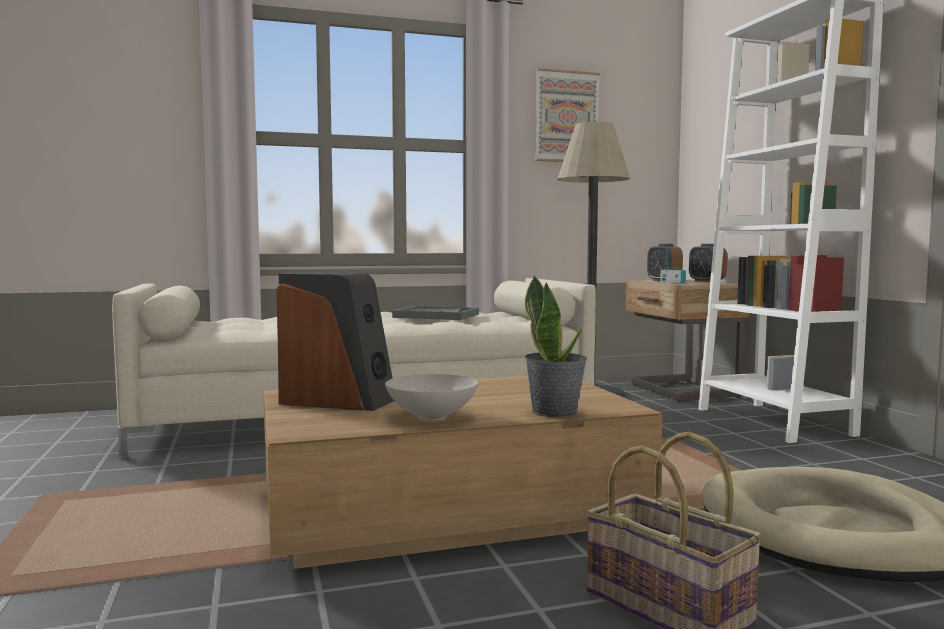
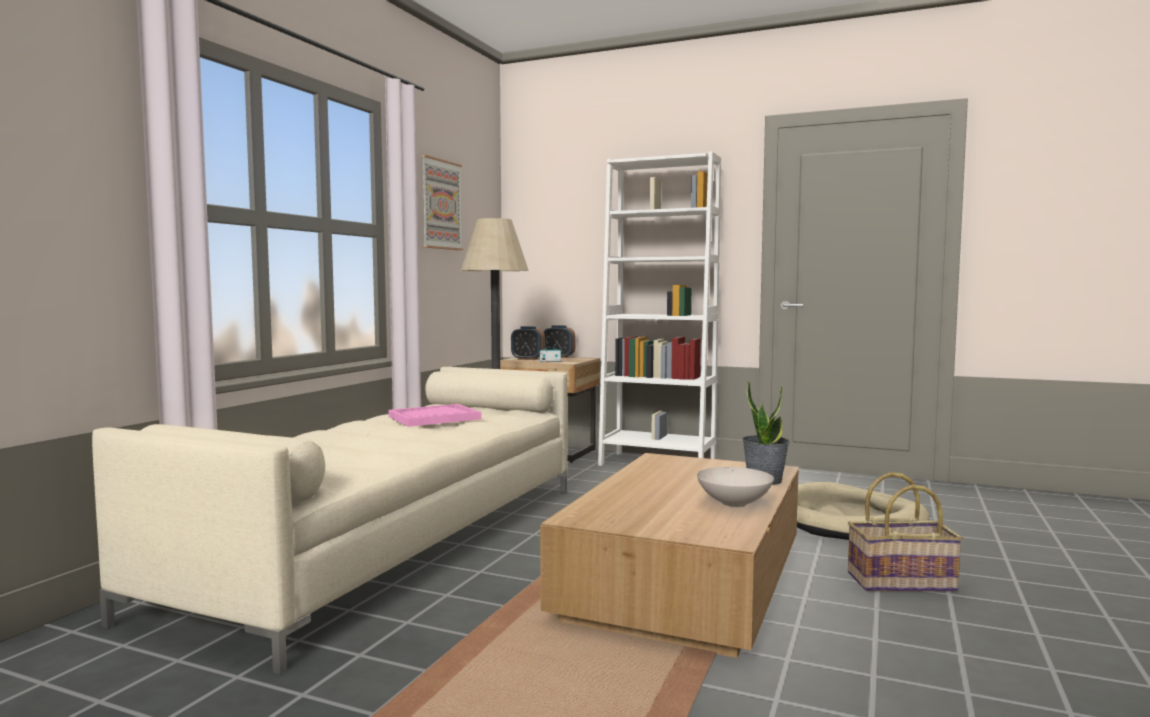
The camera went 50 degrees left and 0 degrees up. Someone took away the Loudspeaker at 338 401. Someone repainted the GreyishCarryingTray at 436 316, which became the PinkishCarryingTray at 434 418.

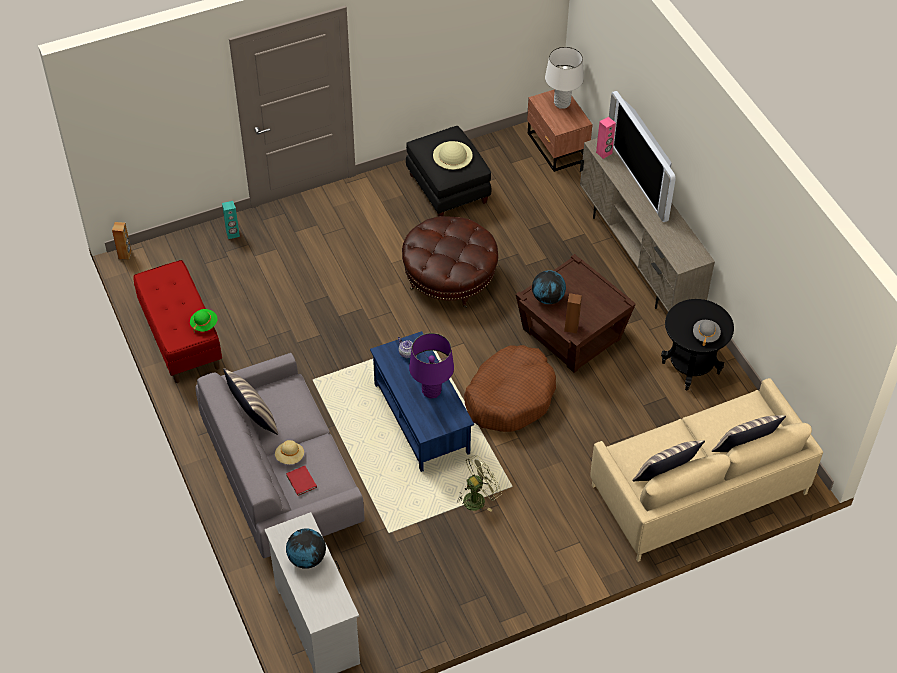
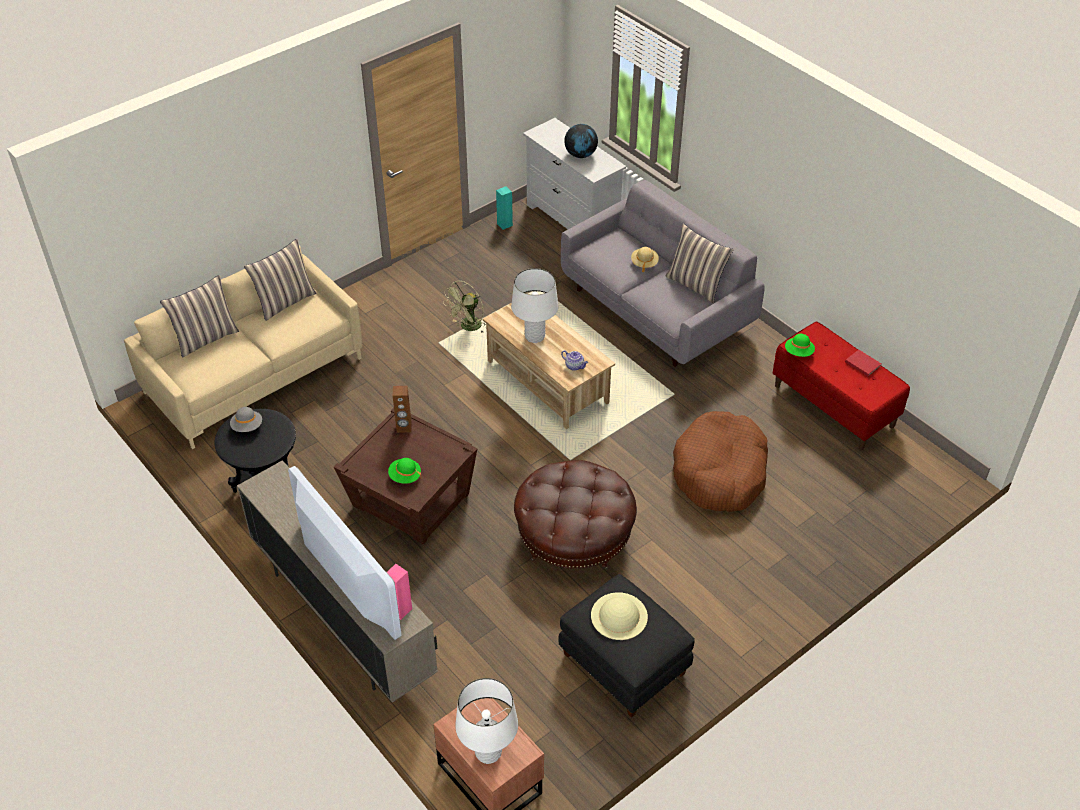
The camera went 165 degrees right and 5 degrees down. Someone took away the BrownishLoudspeaker at 125 255. Someone carried the TurquoiseColouredLoudspeaker from 233 234 to 504 224. Someone carried the RedColouredBook from 301 482 to 862 363. Someone repainted the BluishCoffeeTable at 421 418, which became the BeigeColouredCoffeeTable at 548 382. Someone repainted the PurpleColouredLampForATable at 431 391, which became the WhiteColouredLampForATable at 535 336. Someone carried the BrownishDogCushion from 510 397 to 720 472. Someone took away the Globe at 548 298. Someone put down the GreenColouredHat at 405 476.

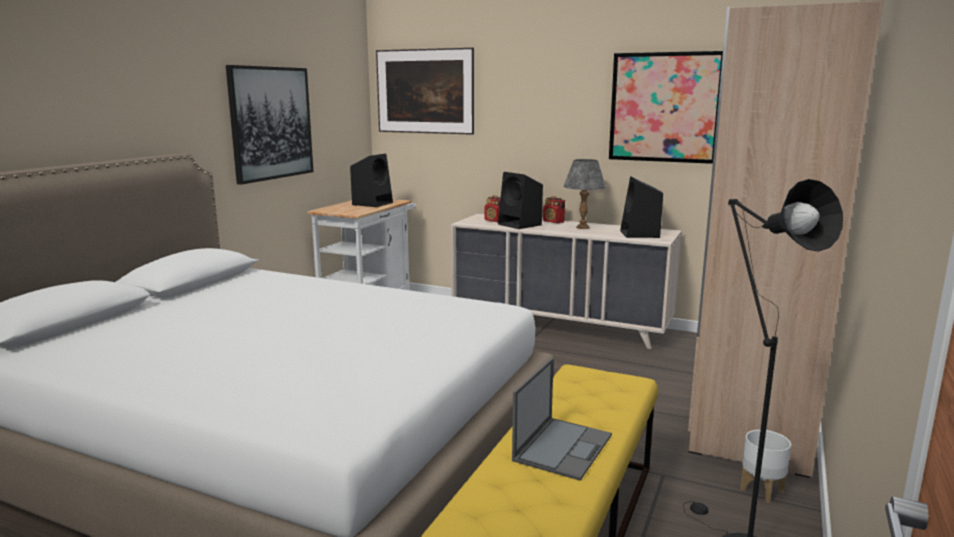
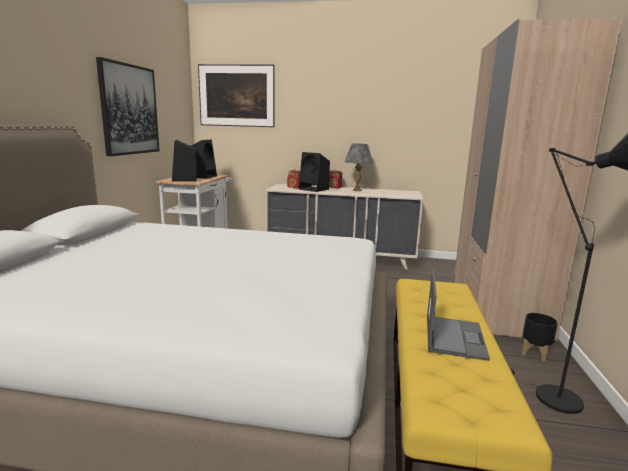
The camera went 15 degrees left and 0 degrees up. Someone took away the WallArt at 665 107. Someone carried the BlackishLoudspeaker from 640 234 to 185 180. Someone repainted the WhiteColouredPlanter at 761 490, which became the BlackishPlanter at 534 354.

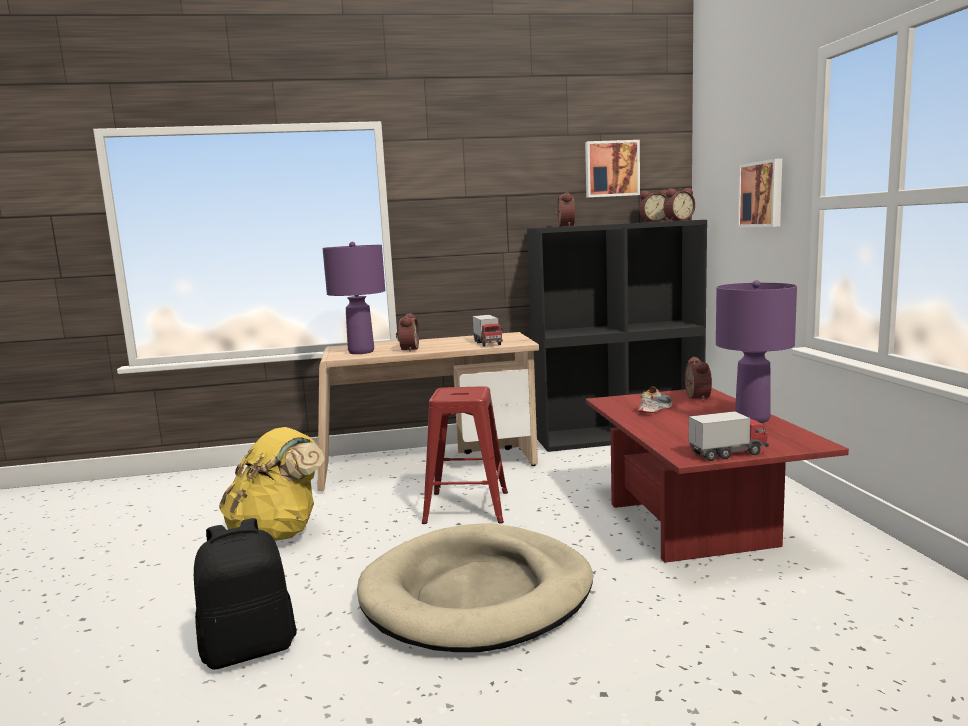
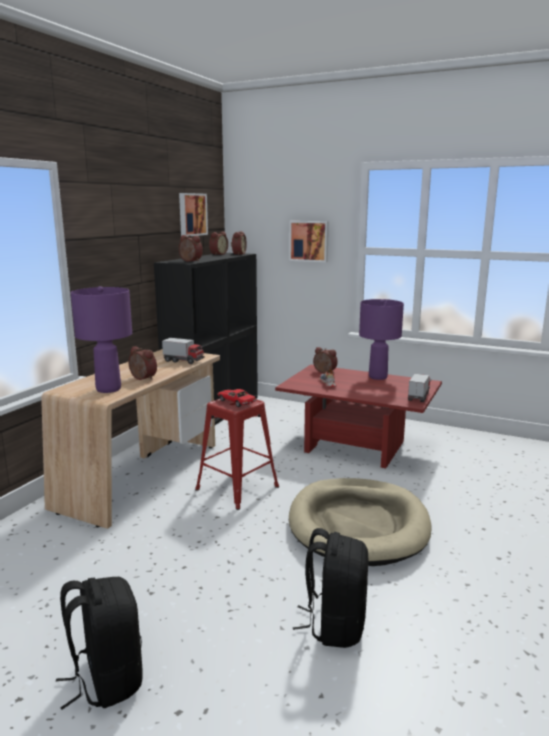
The camera went 55 degrees left and 5 degrees up. Someone took away the YellowishBackpack at 278 533. Someone put down the BlackishBackpack at 106 679. Someone put down the ToyCar at 235 402.

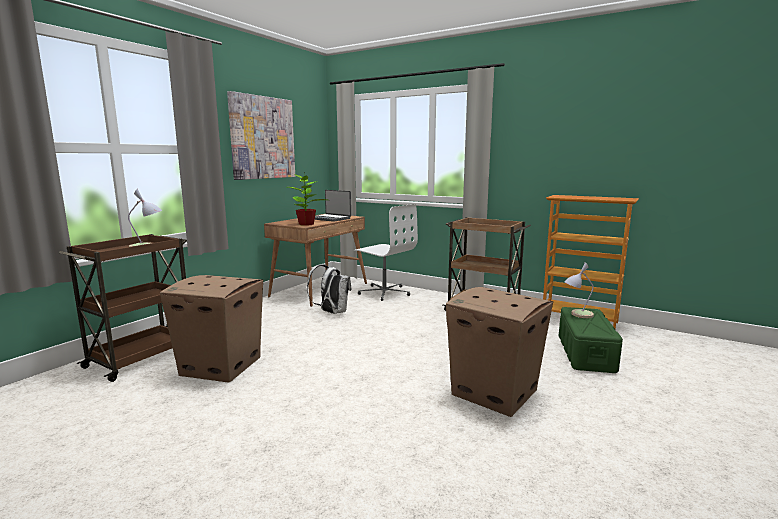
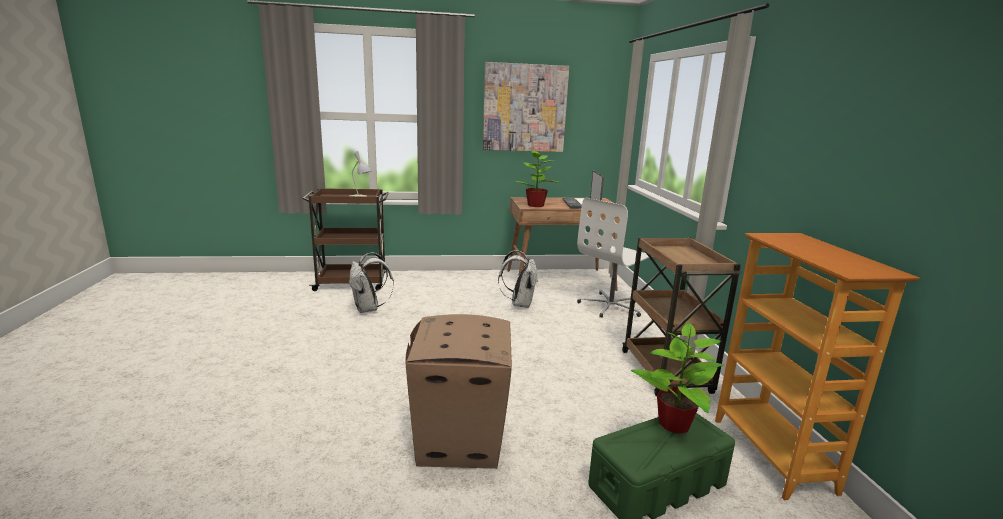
The camera went 50 degrees right and 5 degrees up. Someone swapped the Carton at 222 366 for the WhiteColouredBackpack at 368 309. Someone rotated the WhiteColouredDeskChair at 384 292 by 45 degrees clockwise. Someone swapped the LampForATable at 577 314 for the PlantInAPot at 673 424.

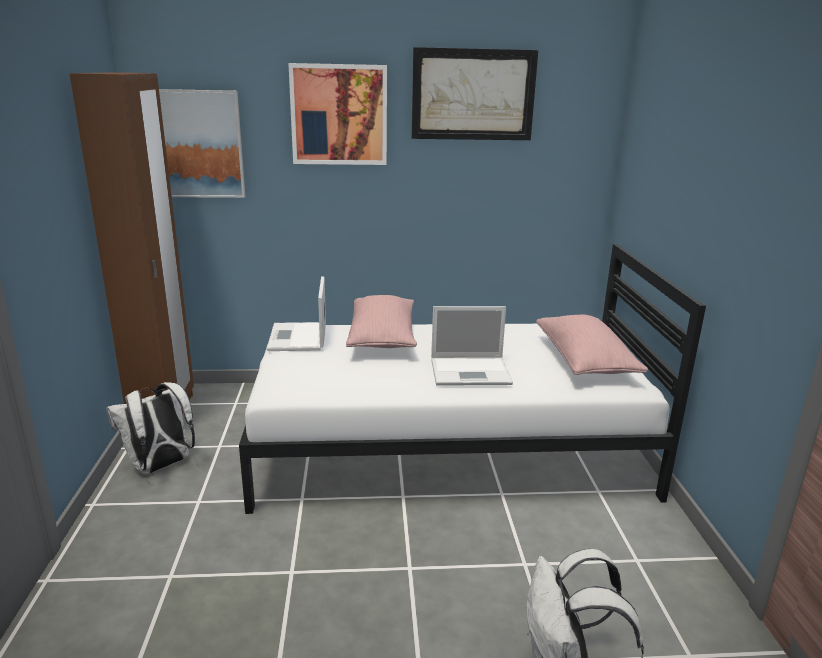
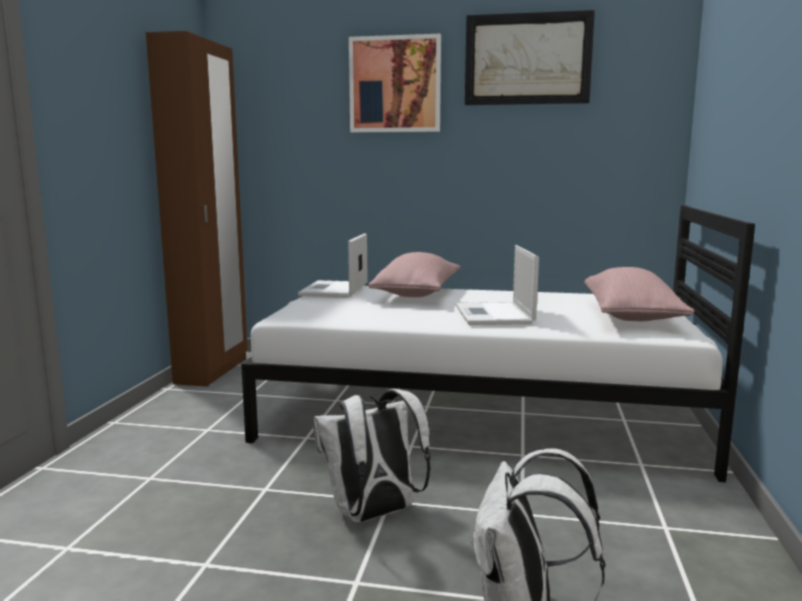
The camera went 15 degrees right and 10 degrees down. Someone carried the WhiteColouredBackpack from 160 466 to 373 514. Someone took away the WallArt at 199 144. Someone rotated the NotebookComputer at 472 371 by 75 degrees clockwise.

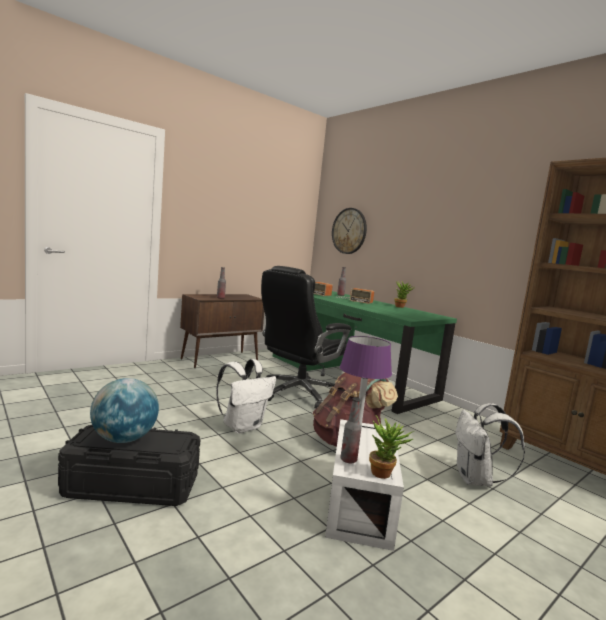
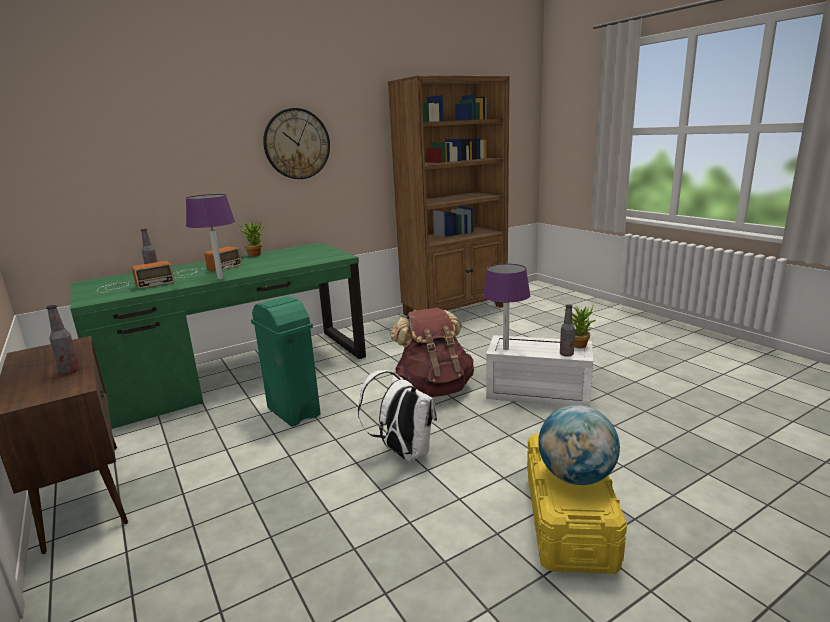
The camera went 80 degrees left and 10 degrees up. Someone repainted the BlackishStorageContainer at 132 486, which became the YellowishStorageContainer at 568 520. Someone swapped the BlackishDeskChair at 297 393 for the GreenColouredTrashCan at 293 412. Someone carried the ClockOnTheWall from 349 231 to 297 144. Someone took away the WhiteColouredBackpack at 476 480. Someone put down the PurpleColouredLampForATable at 220 279.

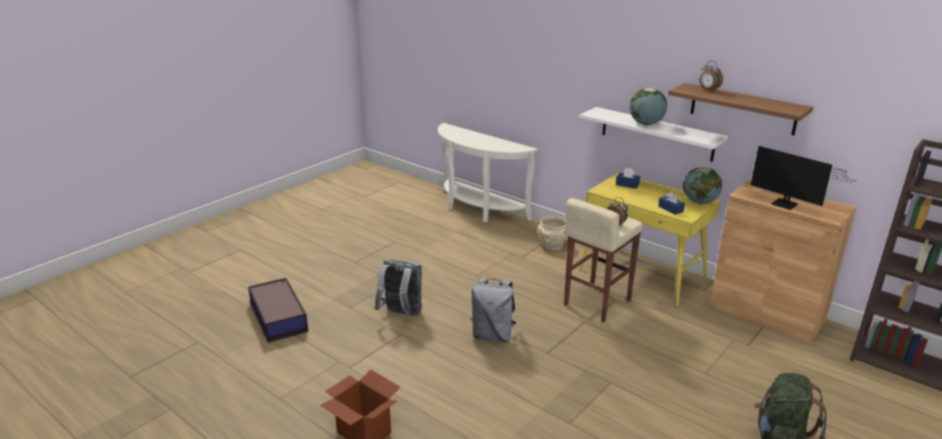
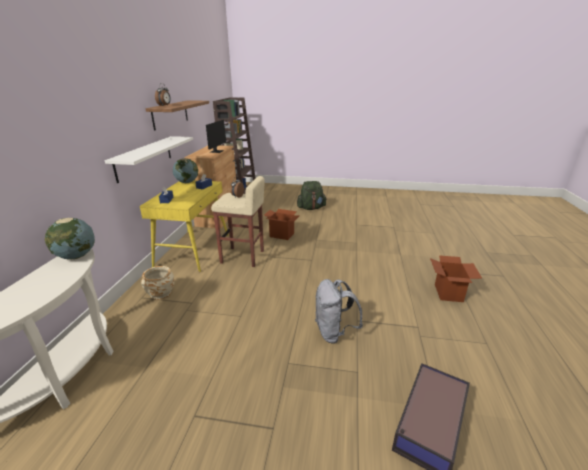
The camera went 120 degrees left and 0 degrees up. Someone took away the GreyishBackpack at 492 335. Someone carried the Globe from 645 124 to 76 256. Someone put down the Carton at 282 235.

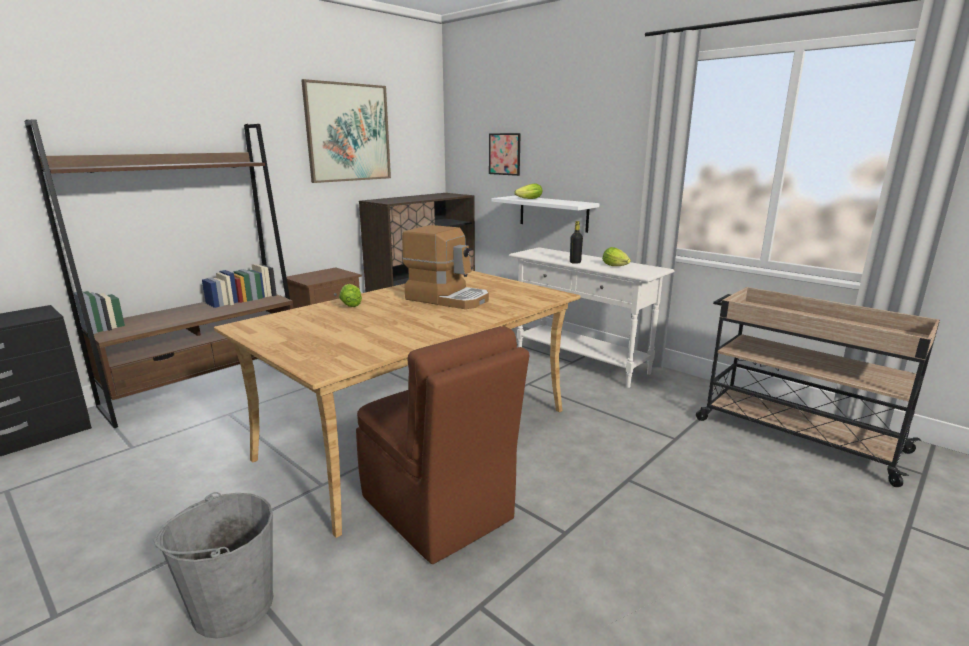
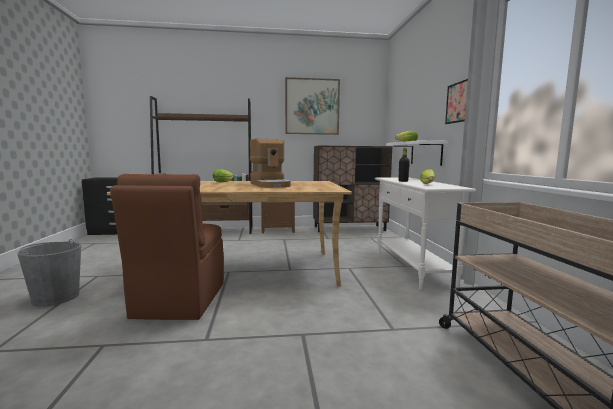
The camera went 40 degrees right and 10 degrees down. Someone carried the WallArt from 504 154 to 458 102.

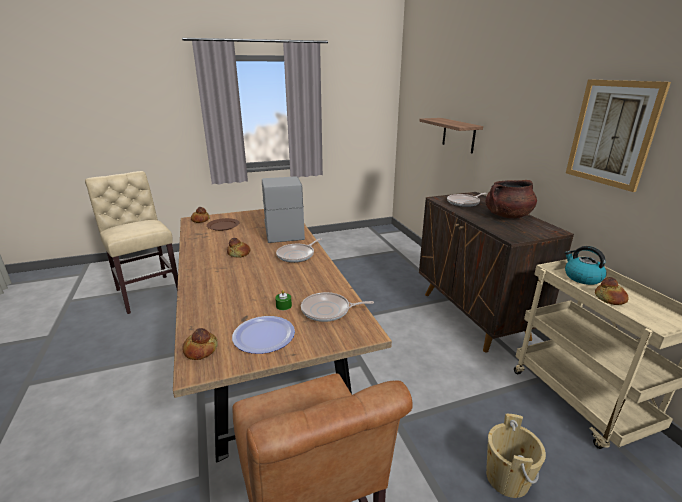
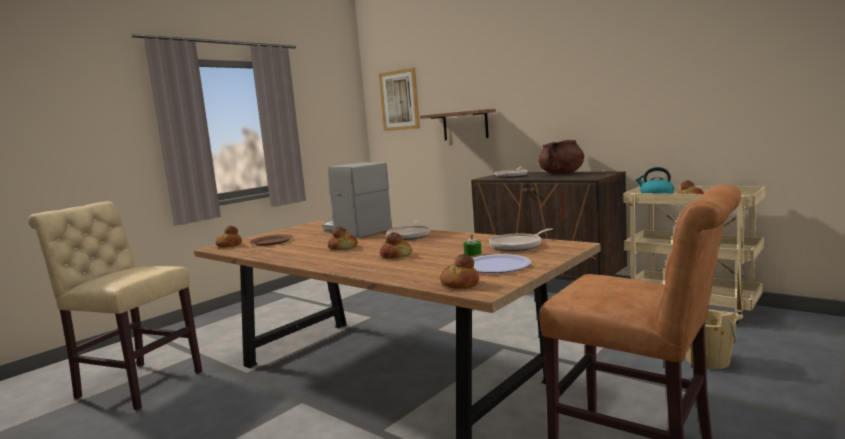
The camera went 30 degrees left and 15 degrees down. Someone carried the WallArt from 612 133 to 399 100. Someone put down the BakeryBread at 396 255.

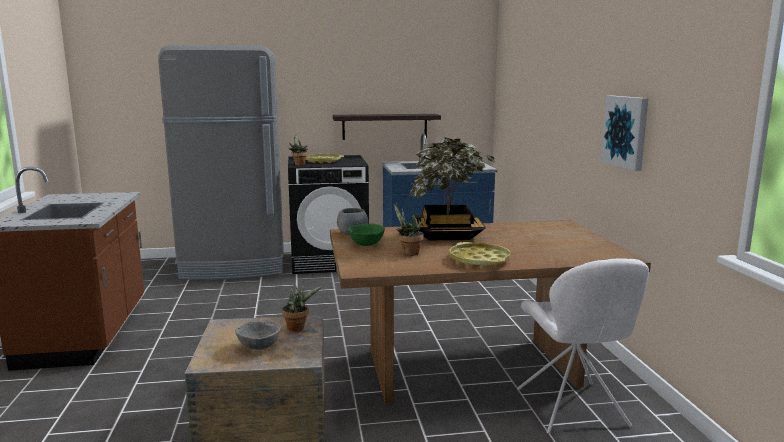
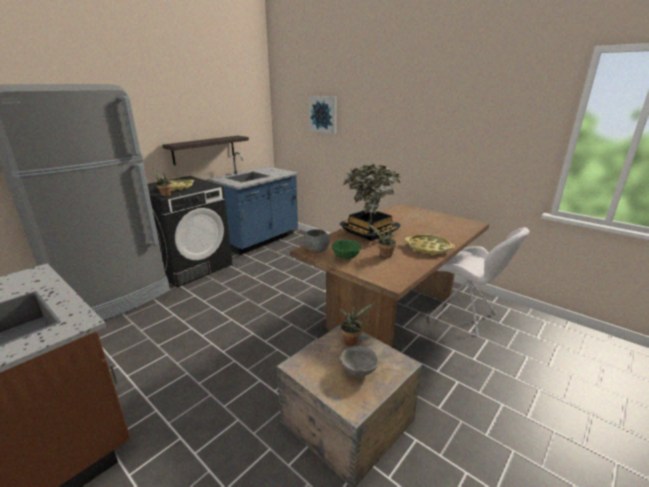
The camera went 40 degrees left and 10 degrees up. Someone carried the WallArt from 625 131 to 323 114.

